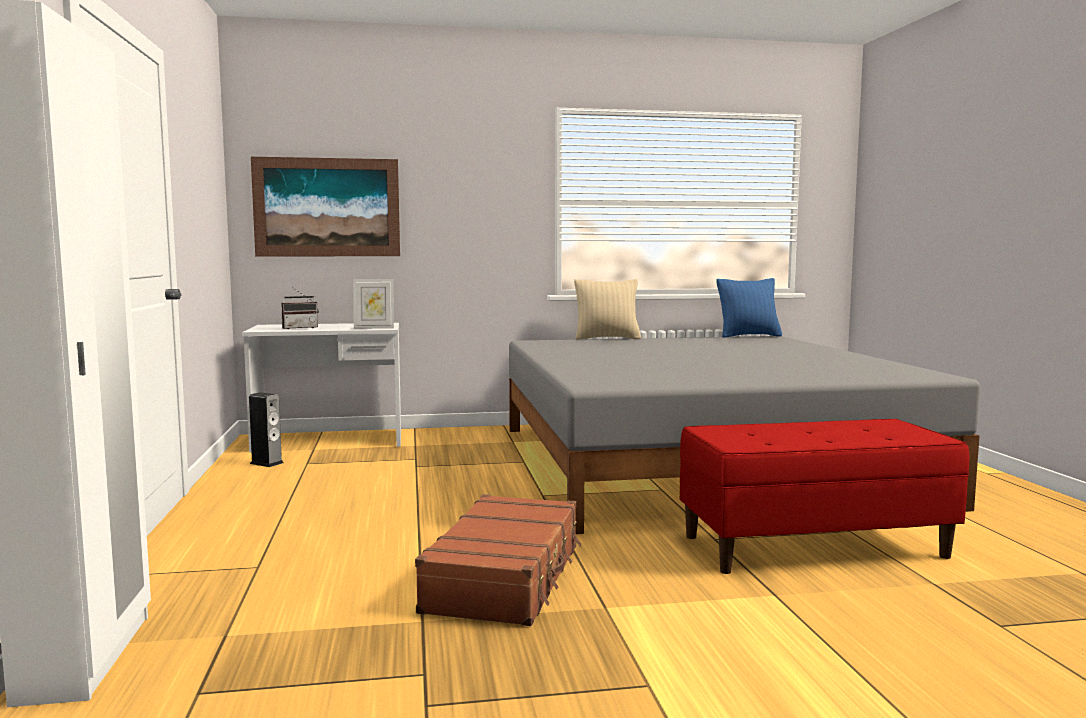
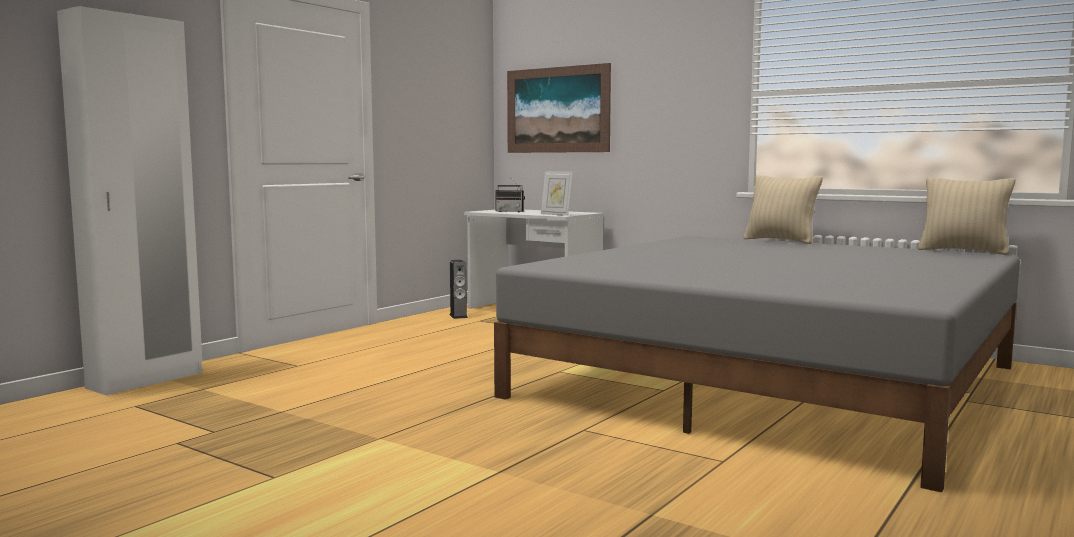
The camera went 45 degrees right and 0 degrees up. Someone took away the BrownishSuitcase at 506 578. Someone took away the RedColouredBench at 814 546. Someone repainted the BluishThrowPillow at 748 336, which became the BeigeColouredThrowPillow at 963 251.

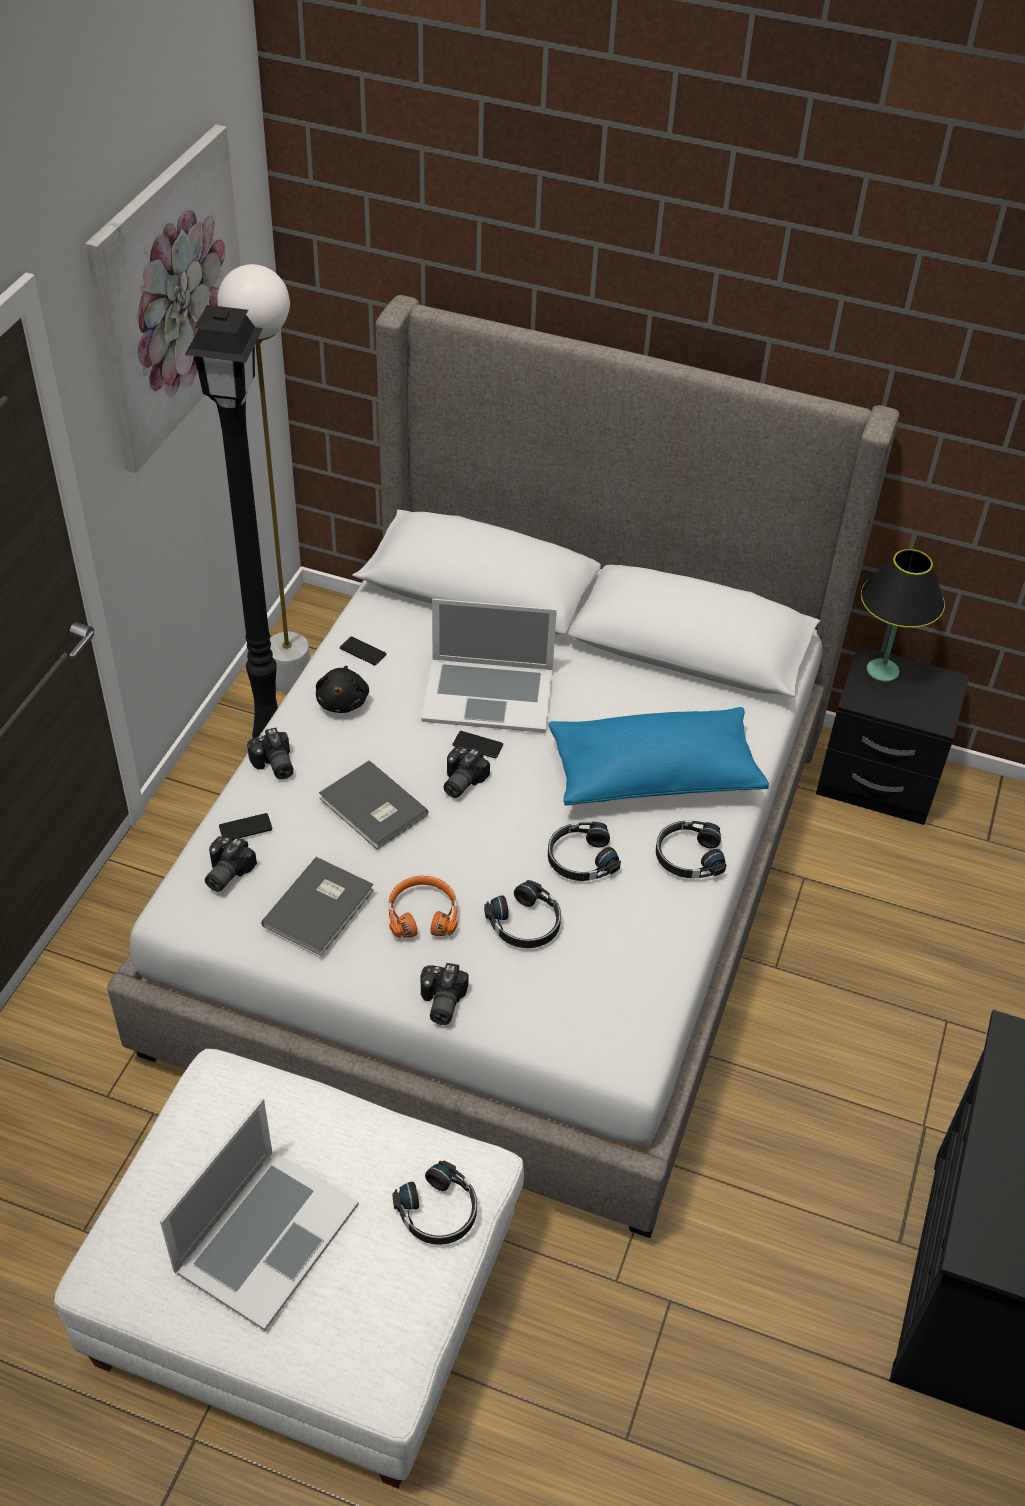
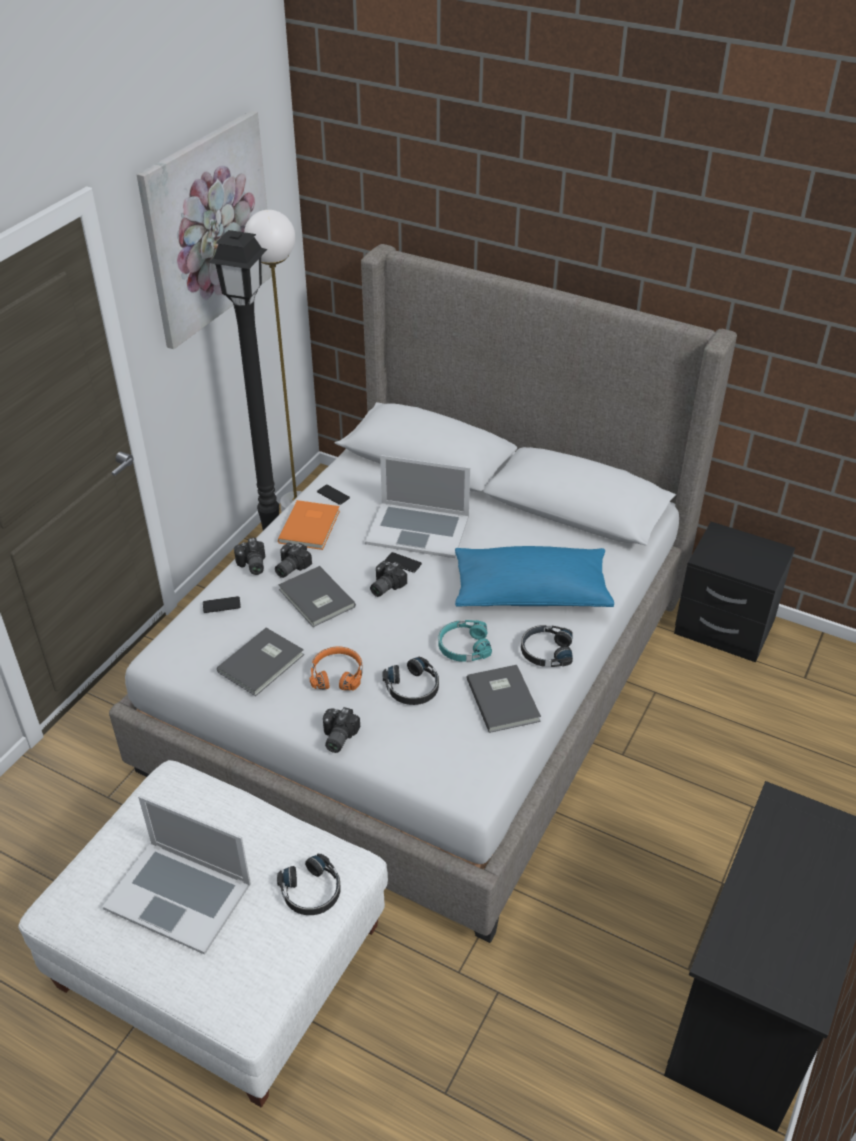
The camera went 10 degrees right and 5 degrees down. Someone rotated the NotebookComputer at 265 1236 by 75 degrees clockwise. Someone carried the StillCamera from 224 872 to 289 567. Someone swapped the BlackishSoftToy at 343 701 for the OrangeColouredBook at 311 526. Someone repainted the BlackishHeadset at 580 859, which became the TurquoiseColouredHeadset at 463 646. Someone took away the BlackishLampForATable at 883 670. Someone put down the GreyishBook at 504 699.

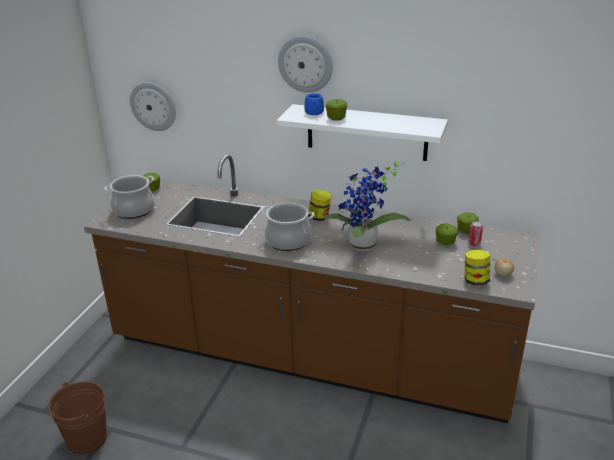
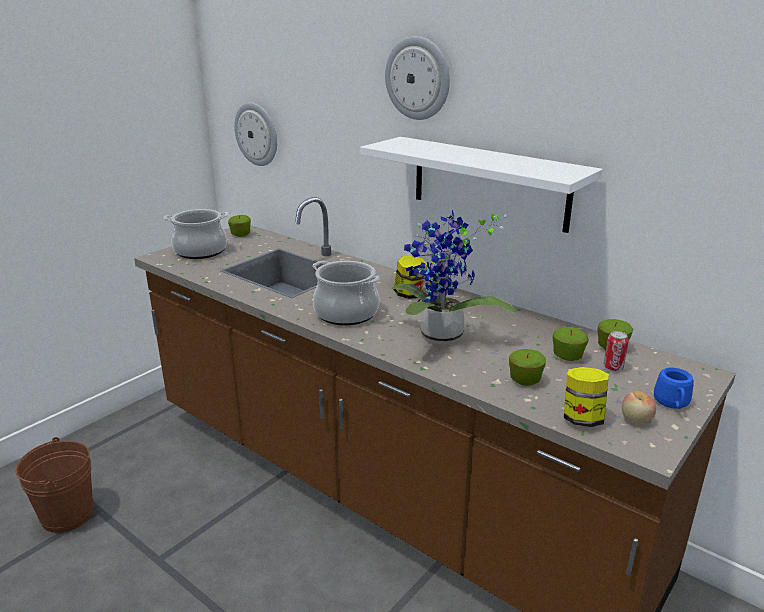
The camera went 20 degrees right and 5 degrees down. Someone carried the BluishMug from 315 114 to 672 404. Someone carried the WholeApple from 336 118 to 525 380.

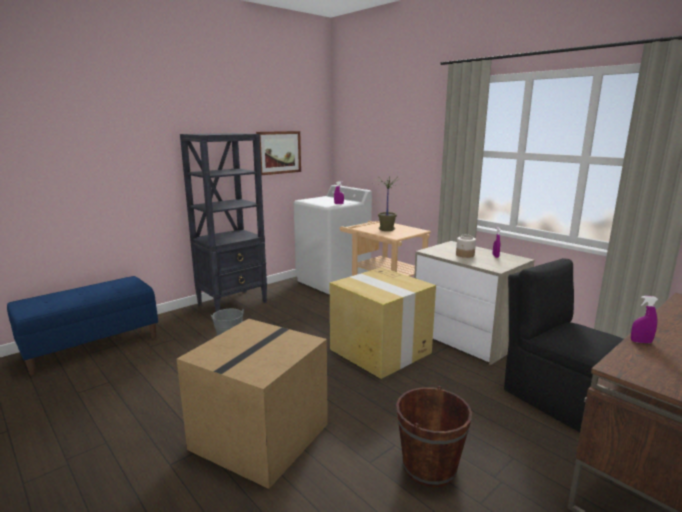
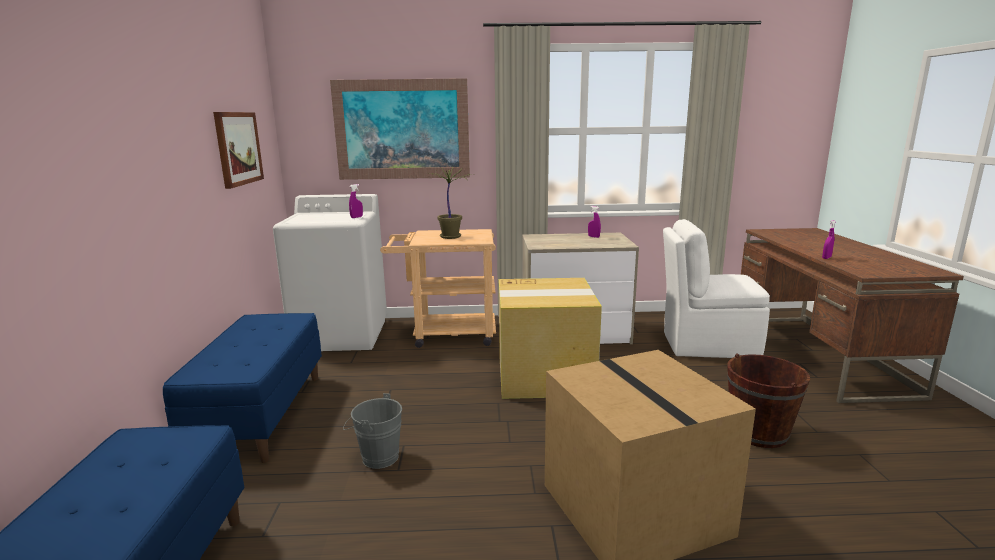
The camera went 50 degrees left and 0 degrees up. Someone swapped the BlackishBookshelf at 233 303 for the BluishBench at 260 415. Someone took away the StorageJar at 465 255. Someone repainted the BlackishPlainChair at 559 398, which became the WhiteColouredPlainChair at 707 345. Someone put up the WallArt at 402 130.

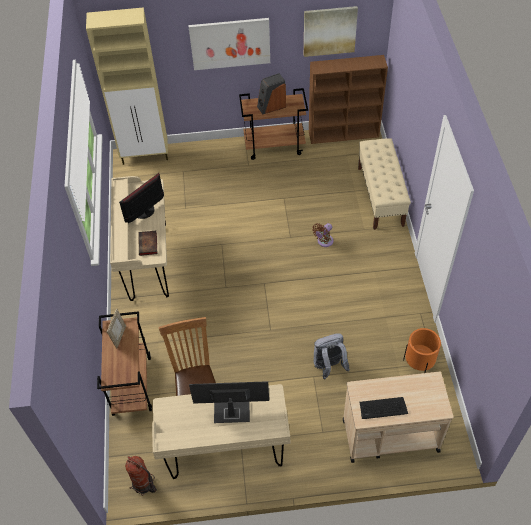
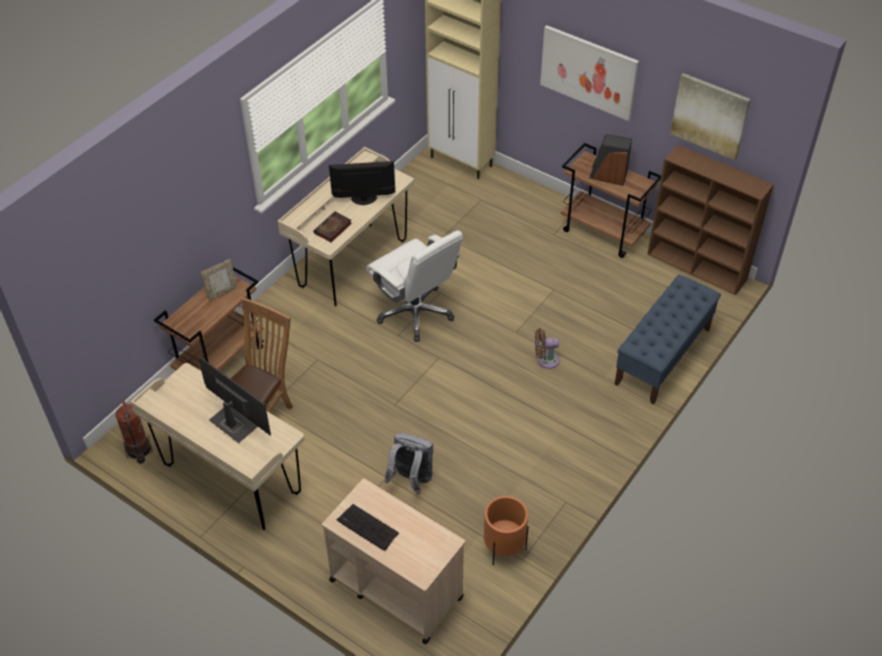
The camera went 40 degrees right and 5 degrees down. Someone repainted the BeigeColouredBench at 380 196, which became the BluishBench at 662 357. Someone put down the WhiteColouredDeskChair at 415 312.

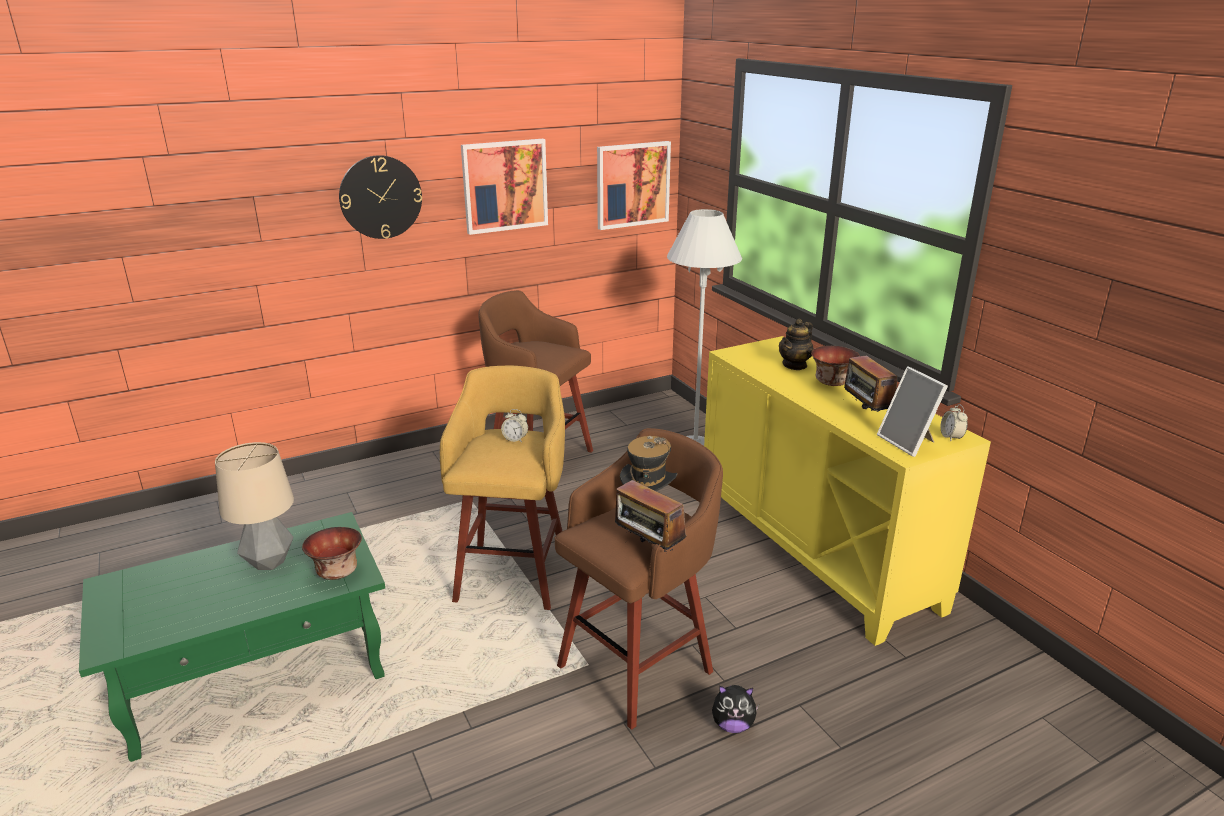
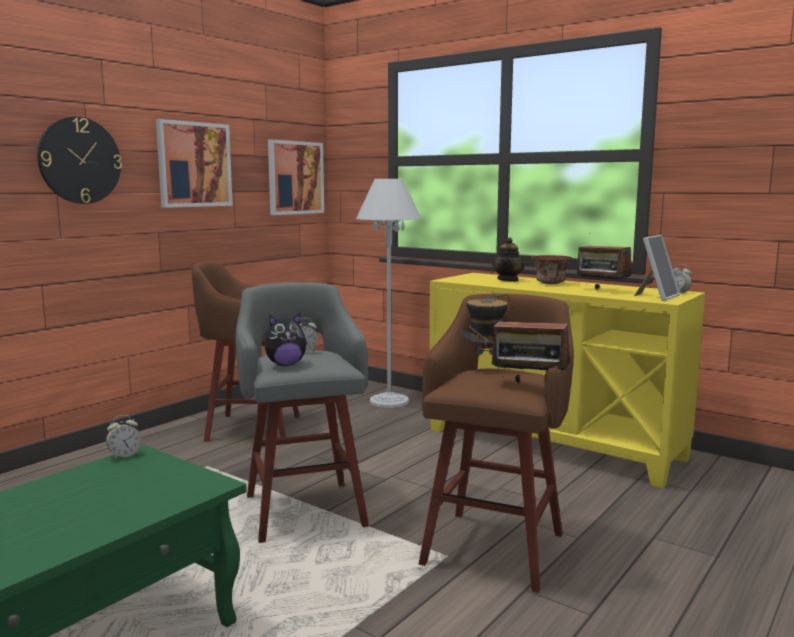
The camera went 25 degrees left and 15 degrees down. Someone took away the LampForATable at 269 562. Someone took away the Bowl at 336 572. Someone repainted the YellowishStool at 513 573, which became the GreyishStool at 304 509. Someone carried the SoftToy from 732 725 to 285 364. Someone rotated the PhotoFrame at 908 442 by 90 degrees counterclockwise. Someone put down the BedsideClock at 124 456.

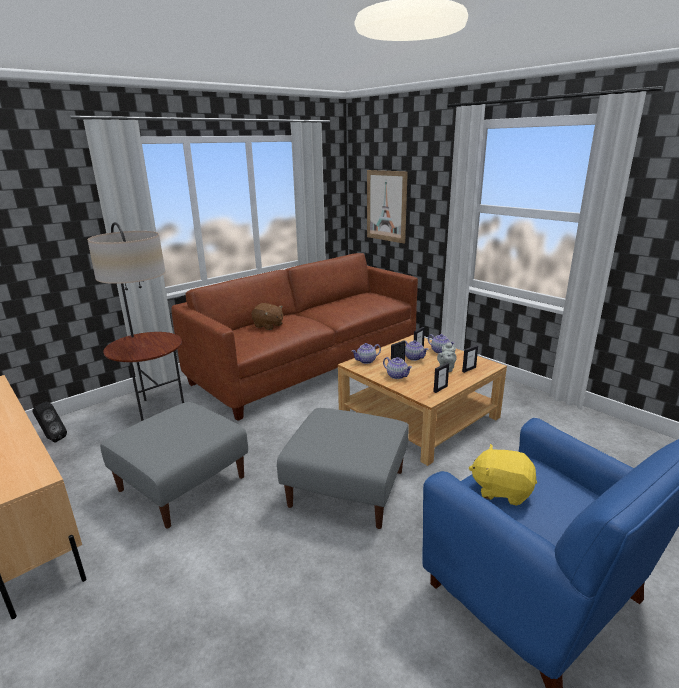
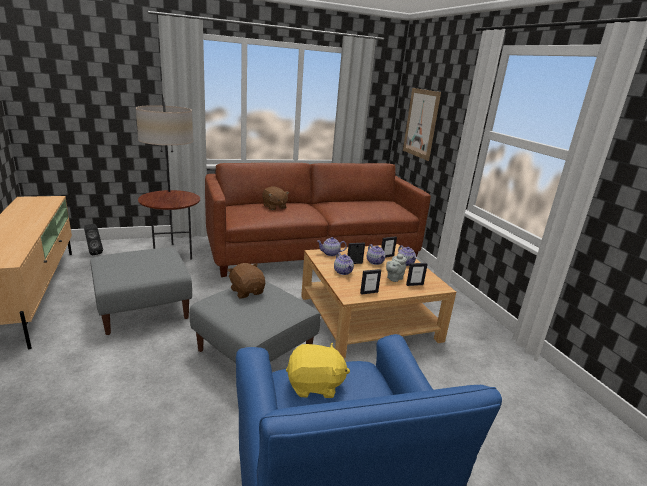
The camera went 20 degrees right and 0 degrees up. Someone rotated the YellowishSoftToy at 501 490 by 135 degrees clockwise. Someone put down the BrownishSoftToy at 247 291.

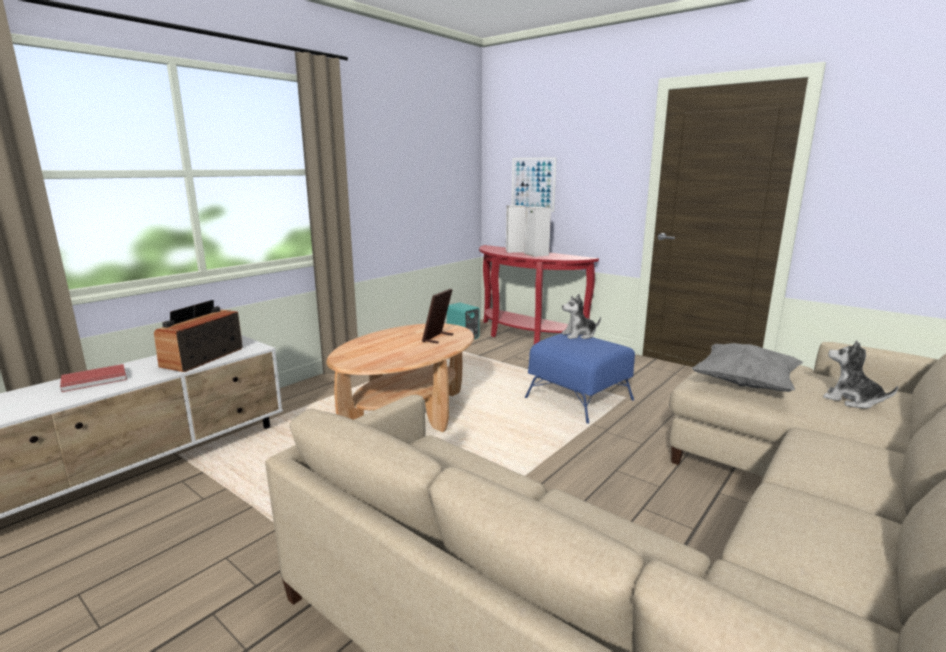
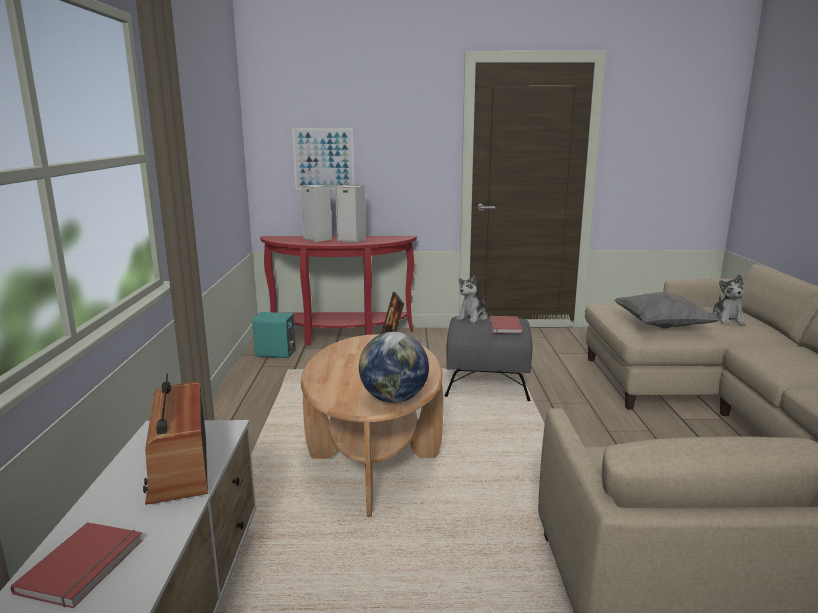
The camera went 40 degrees left and 0 degrees up. Someone repainted the BluishOttoman at 579 399, which became the GreyishOttoman at 488 382. Someone rotated the SoftToy at 851 400 by 90 degrees counterclockwise. Someone put down the Globe at 394 399. Someone put down the RedColouredBook at 504 326.

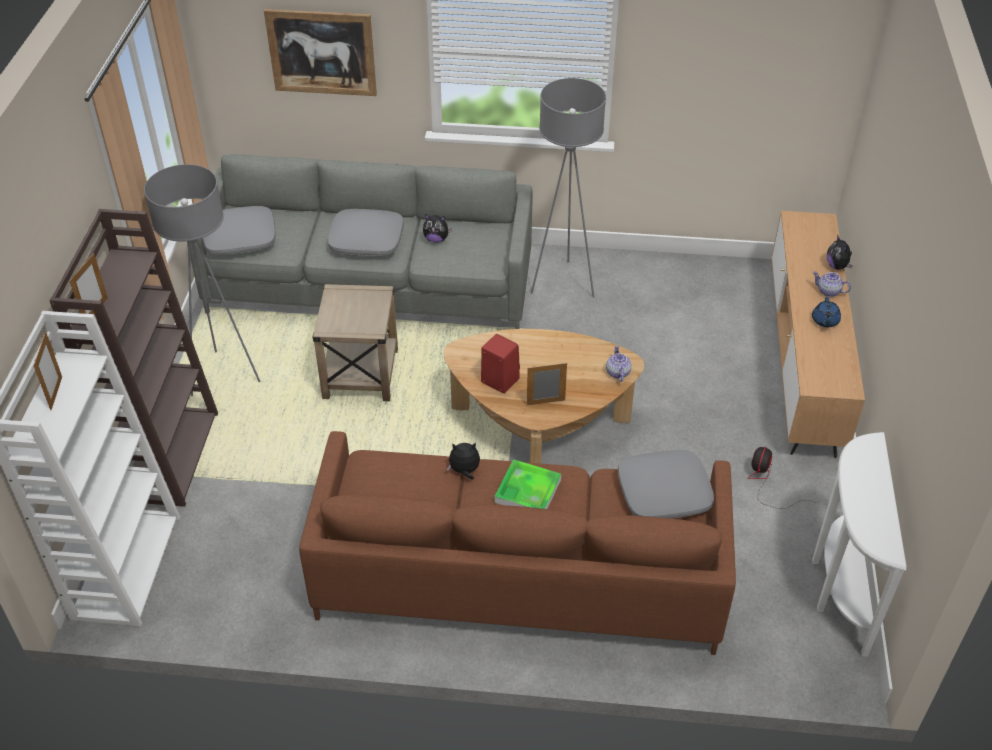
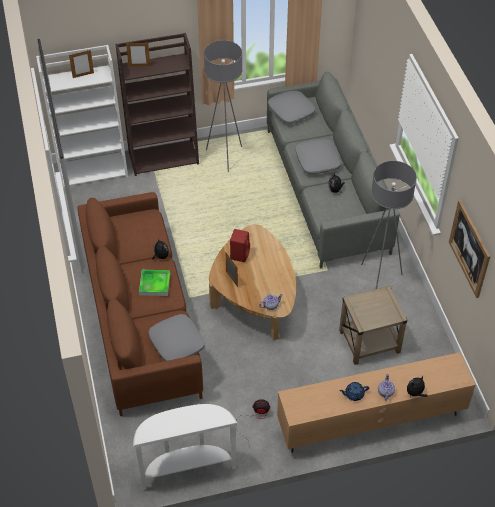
The camera went 70 degrees right and 5 degrees up. Someone carried the WallArt from 322 52 to 469 248. Someone carried the BeigeColouredSideTable from 361 374 to 369 342.

